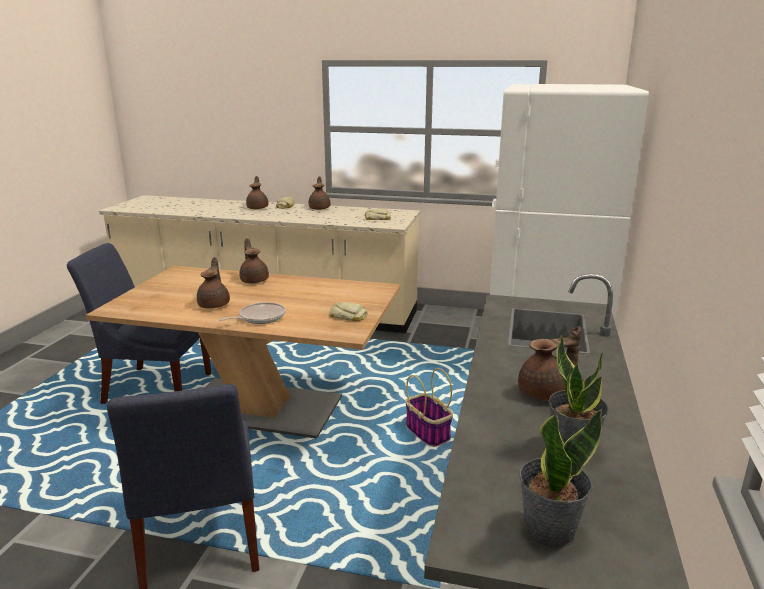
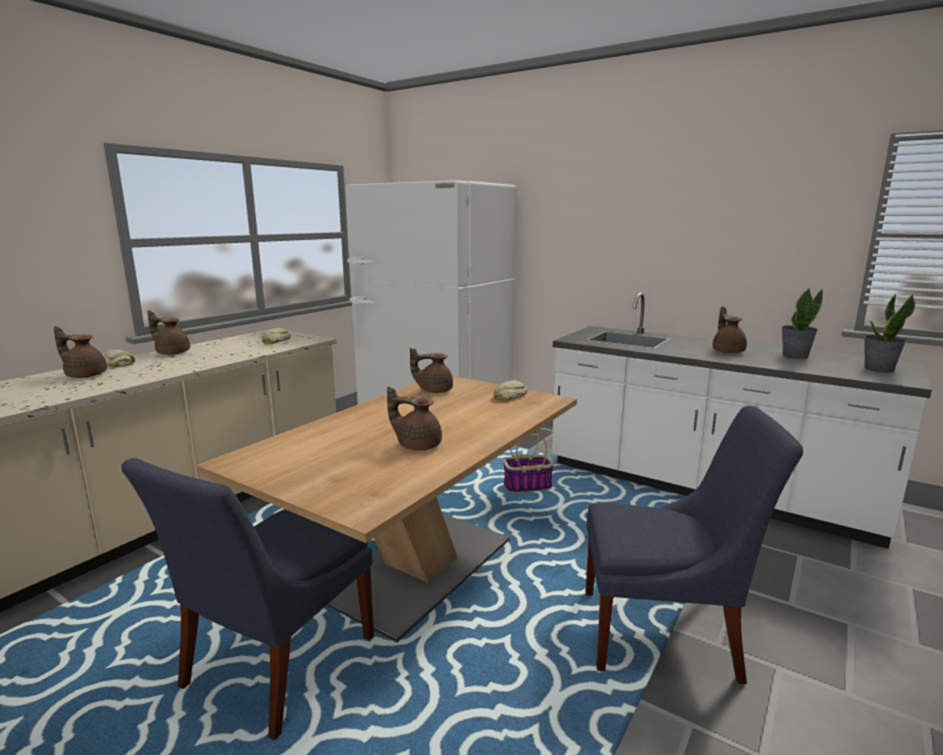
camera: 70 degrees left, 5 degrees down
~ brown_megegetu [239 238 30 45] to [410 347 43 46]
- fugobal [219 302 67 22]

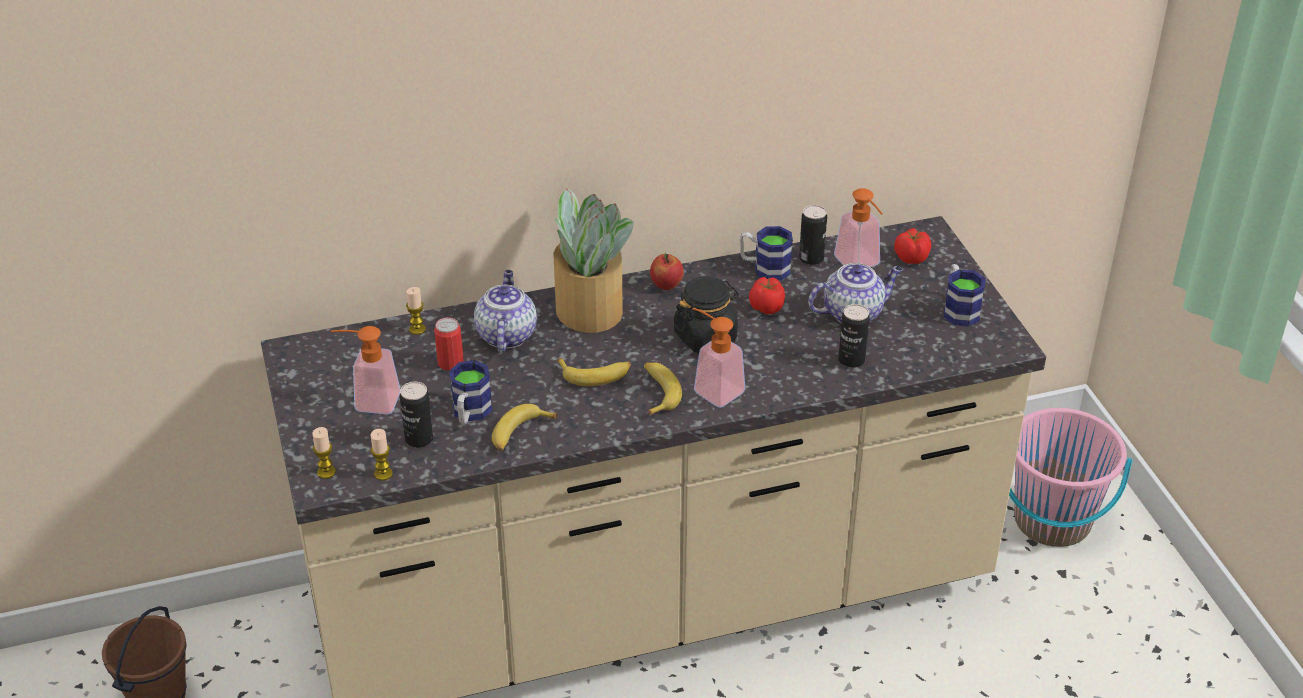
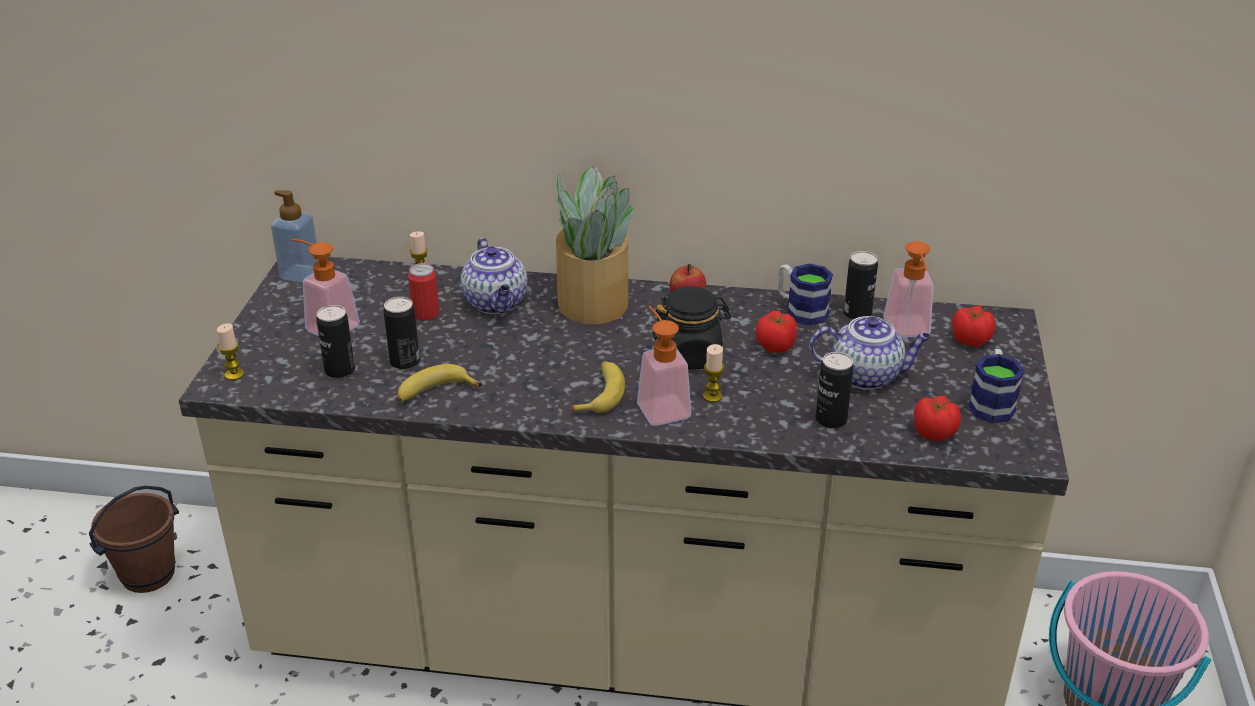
camera: 25 degrees right, 5 degrees down
~ megegetu [474 270 63 82] = [461 238 67 76] 135 degrees clockwise
- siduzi [557 358 74 28]
~ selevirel [449 360 43 65] to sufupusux [384 297 36 72]
~ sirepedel [370 429 23 52] to [703 344 21 59]
+ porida [271 190 48 93]
+ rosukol [914 396 47 45]

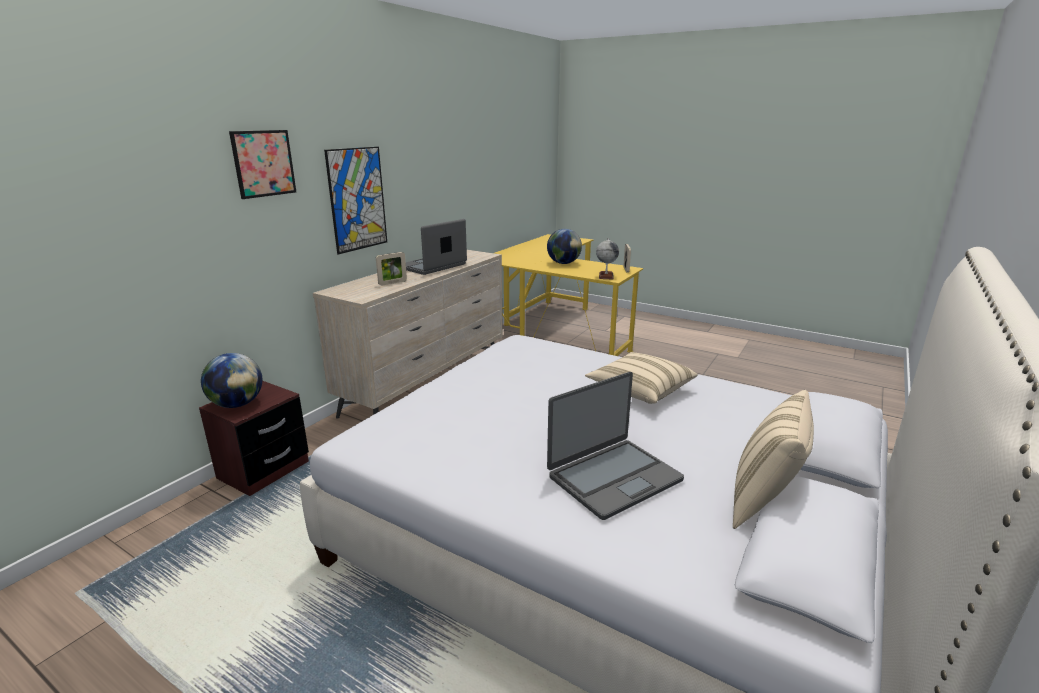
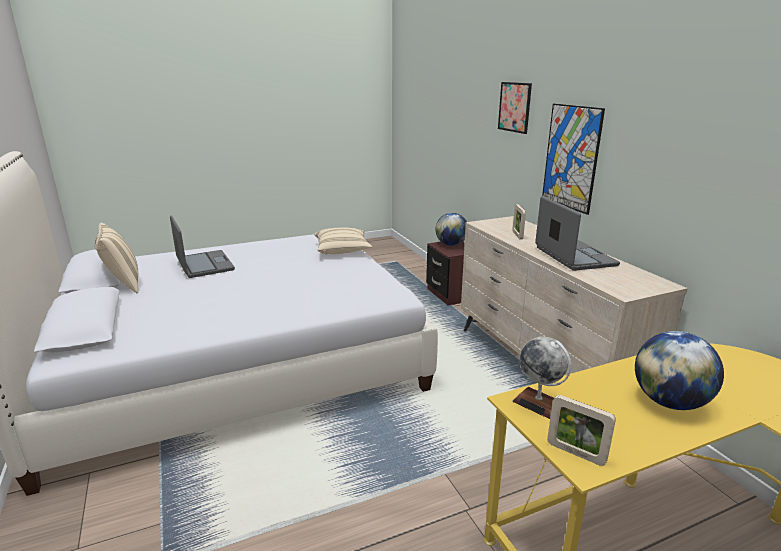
camera: 125 degrees right, 0 degrees up
~ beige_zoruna [585 352 113 52] to [314 228 58 26]
~ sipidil [547 372 137 148] = [170 215 65 63] 150 degrees clockwise

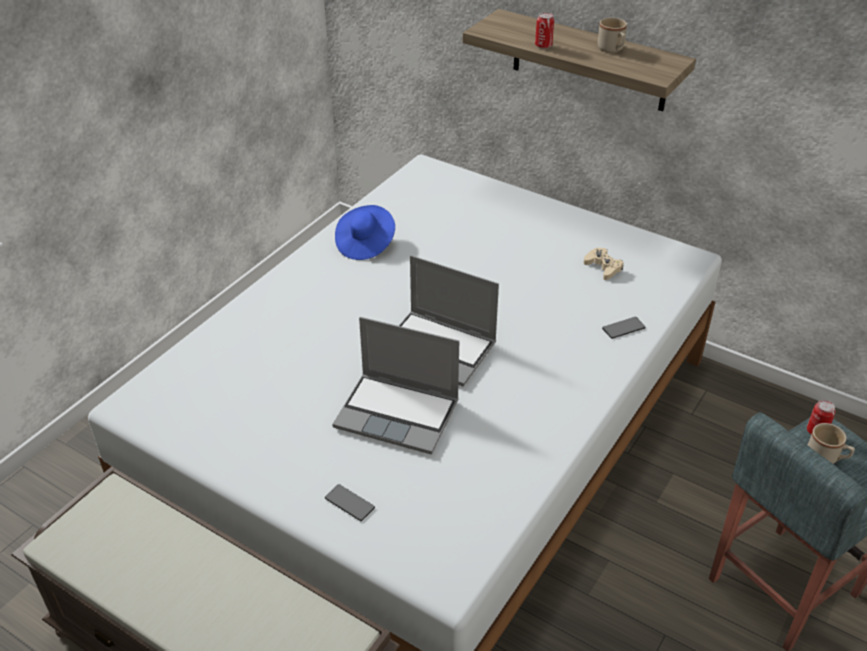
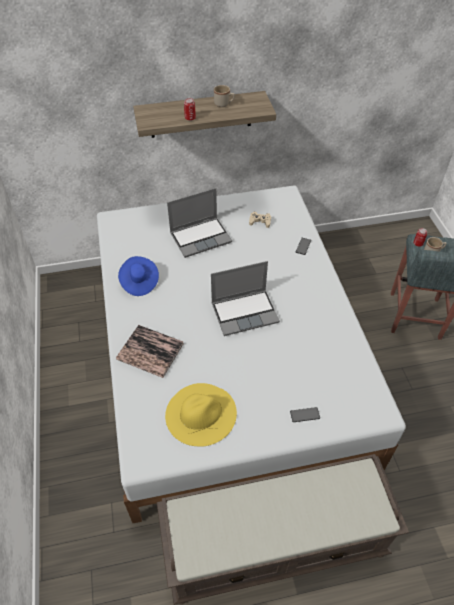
camera: 45 degrees left, 10 degrees up
~ sipidil [332 317 127 138] to [167 188 65 70]
+ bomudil [116 325 67 53]
+ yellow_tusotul [165 383 72 63]

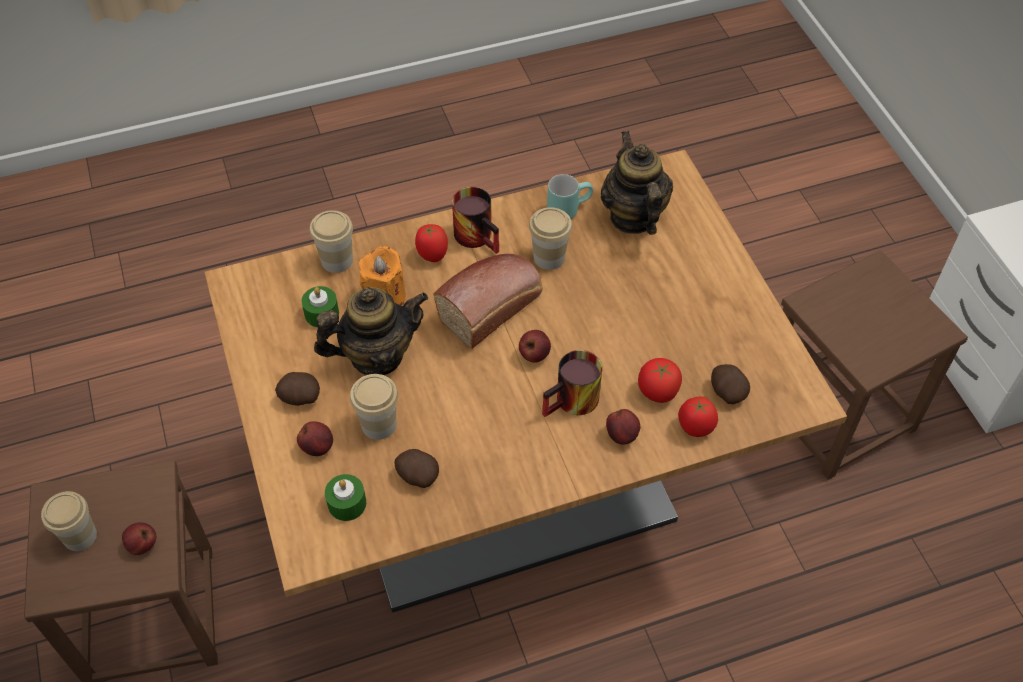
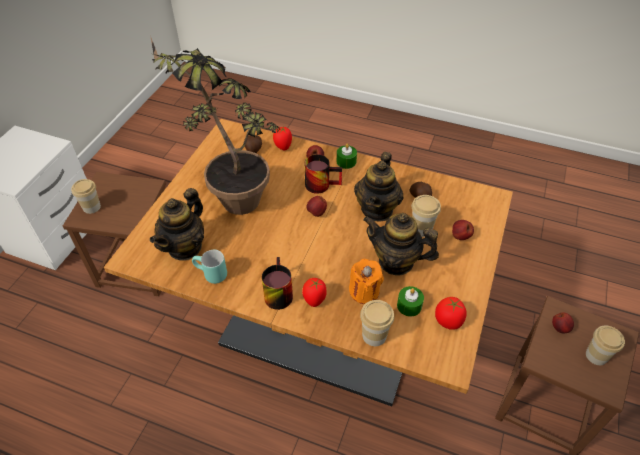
camera: 140 degrees left, 5 degrees down
~ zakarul [529 207 43 63] to [71 179 30 35]
- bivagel [434 254 109 95]
~ rosukol [638 358 44 45] to [435 297 32 33]
- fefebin [275 372 45 34]
~ green_sirepedel [325 474 41 47] to [337 143 20 26]
+ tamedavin [150 35 130 180]
+ megegetu [354 152 50 70]

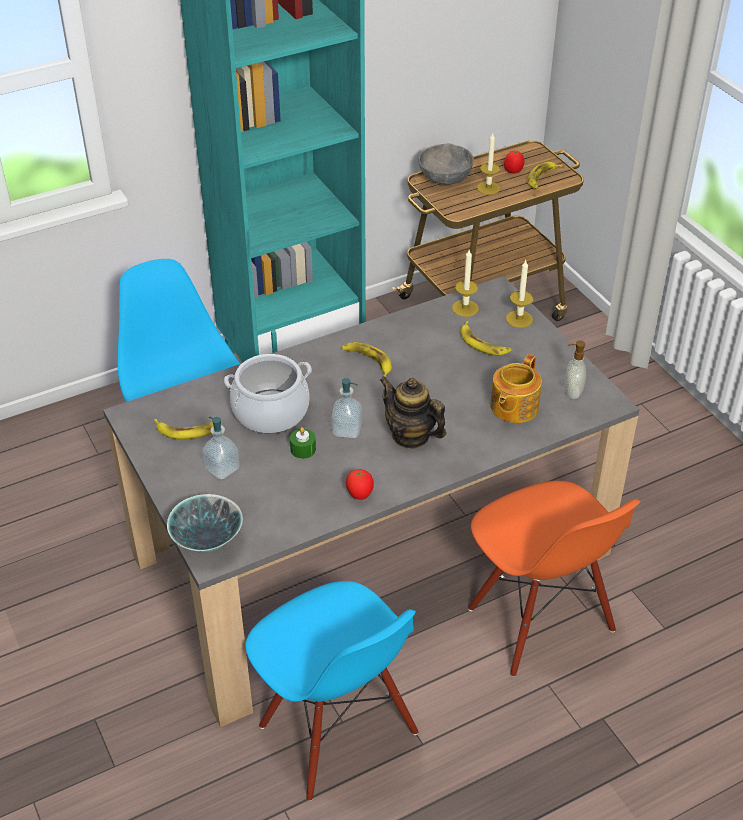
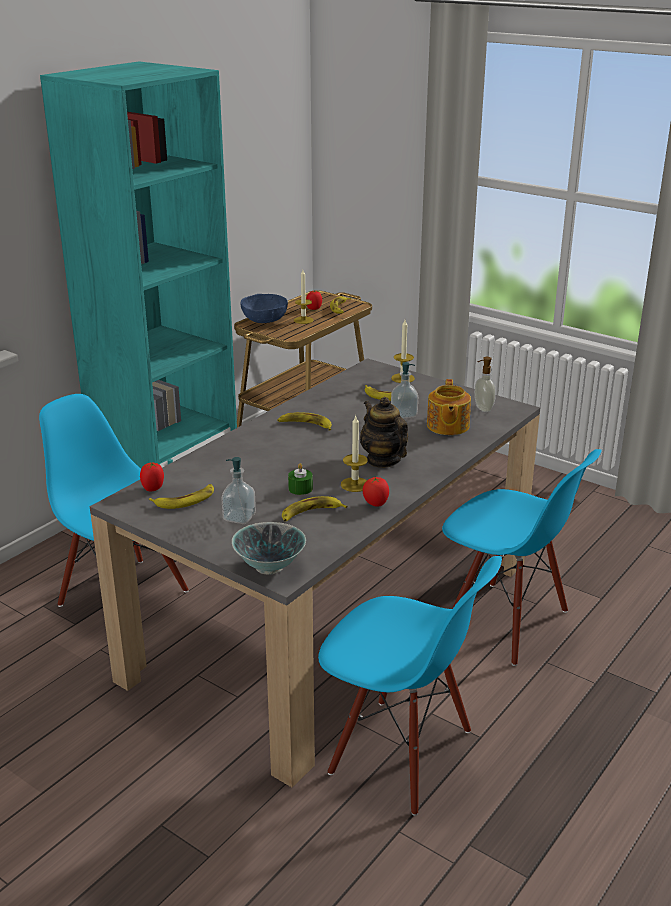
camera: 25 degrees left, 15 degrees down
~ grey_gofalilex [419 143 55 42] to blue_gofalilex [240 294 48 29]
~ sirepedel [452 250 27 67] to [341 416 27 76]
- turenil [224 354 88 80]
~ megegetu [380 377 66 72] = [360 397 48 71] 45 degrees clockwise
~ porida [331 378 31 60] to [391 362 27 57]
~ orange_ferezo [468 481 173 196] to blue_ferezo [442 449 160 217]
+ rosukol [140 462 24 29]
+ siduzi [282 496 65 25]

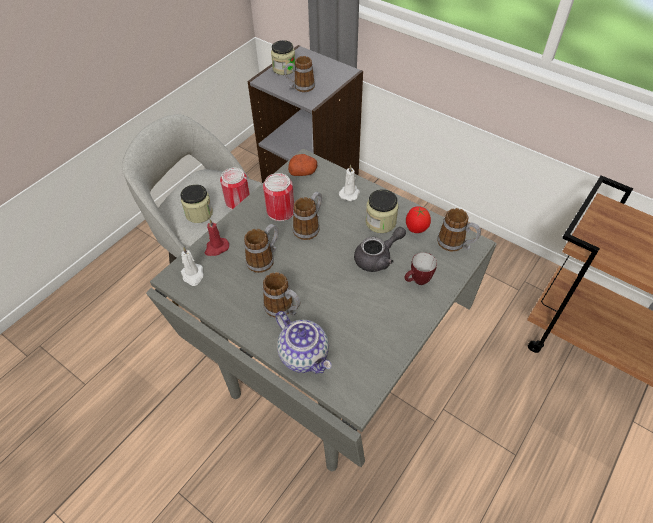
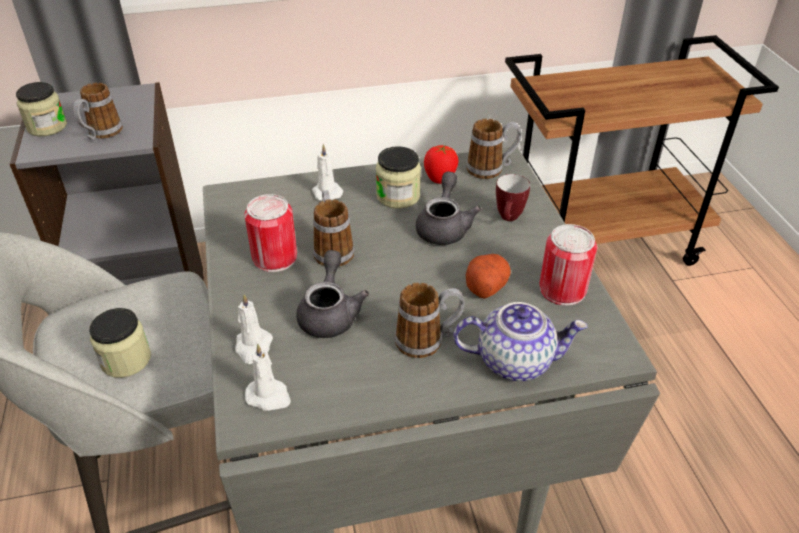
camera: 50 degrees left, 10 degrees down
~ fefebin [288 154 29 22] to [466 254 45 45]
~ sufupusux [220 168 30 42] to [540 224 57 82]
~ red_sirepedel [204 219 25 37] to white_sirepedel [235 294 38 70]
~ selevirel [244 224 35 49] to grey_megegetu [296 250 73 88]

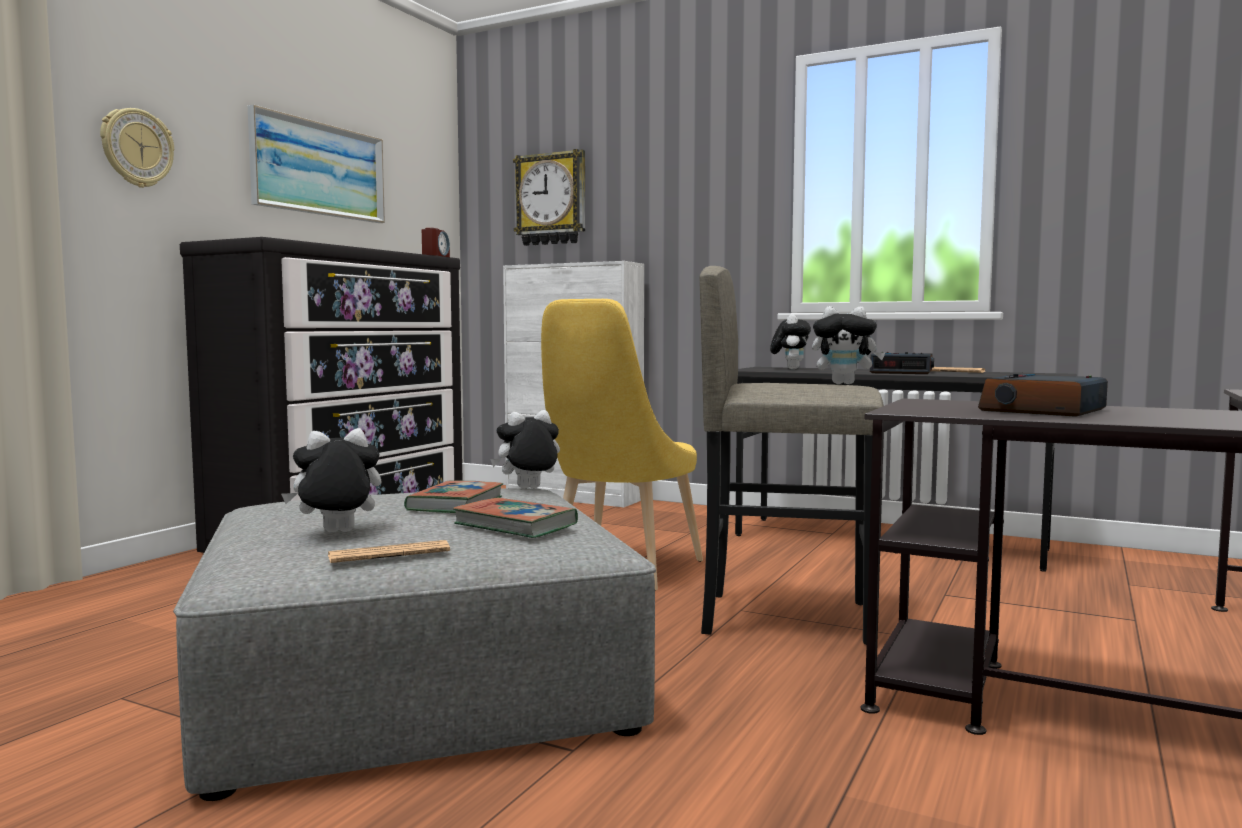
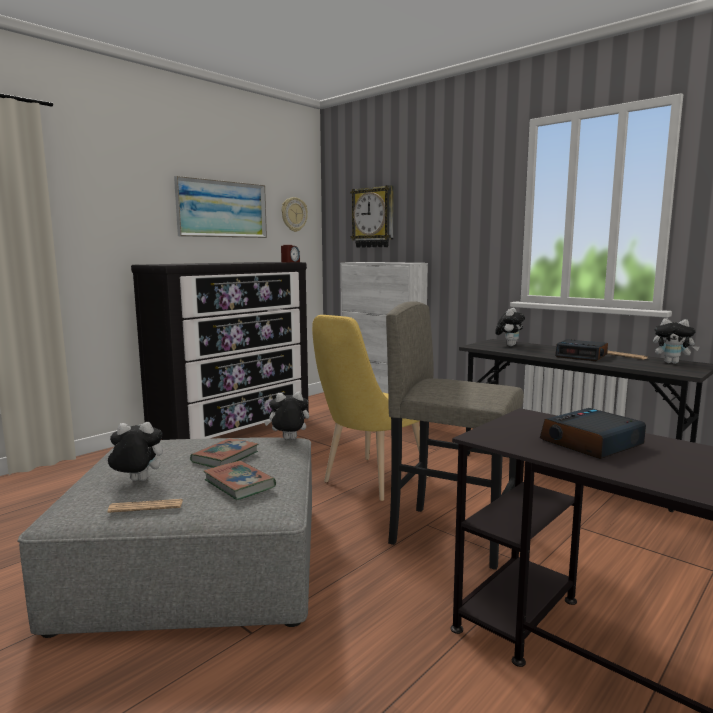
camera: 15 degrees right, 5 degrees up
~ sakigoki [100 108 74 80] to [282 197 26 35]
~ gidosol [812 306 73 78] to [653 318 47 46]

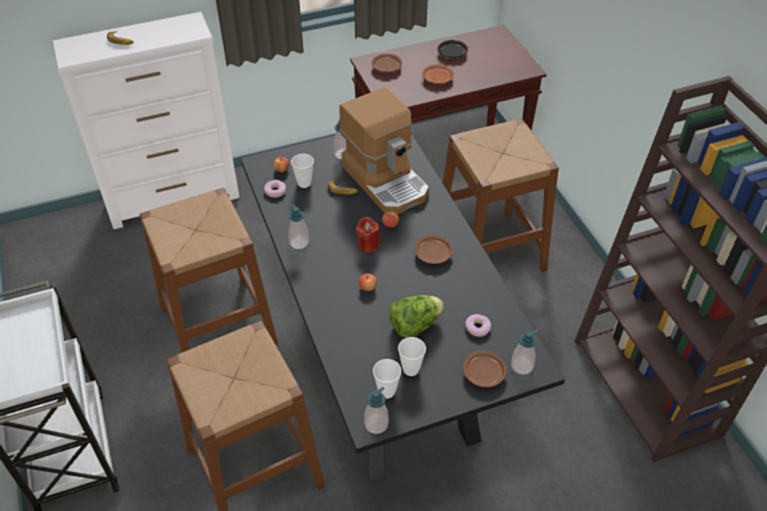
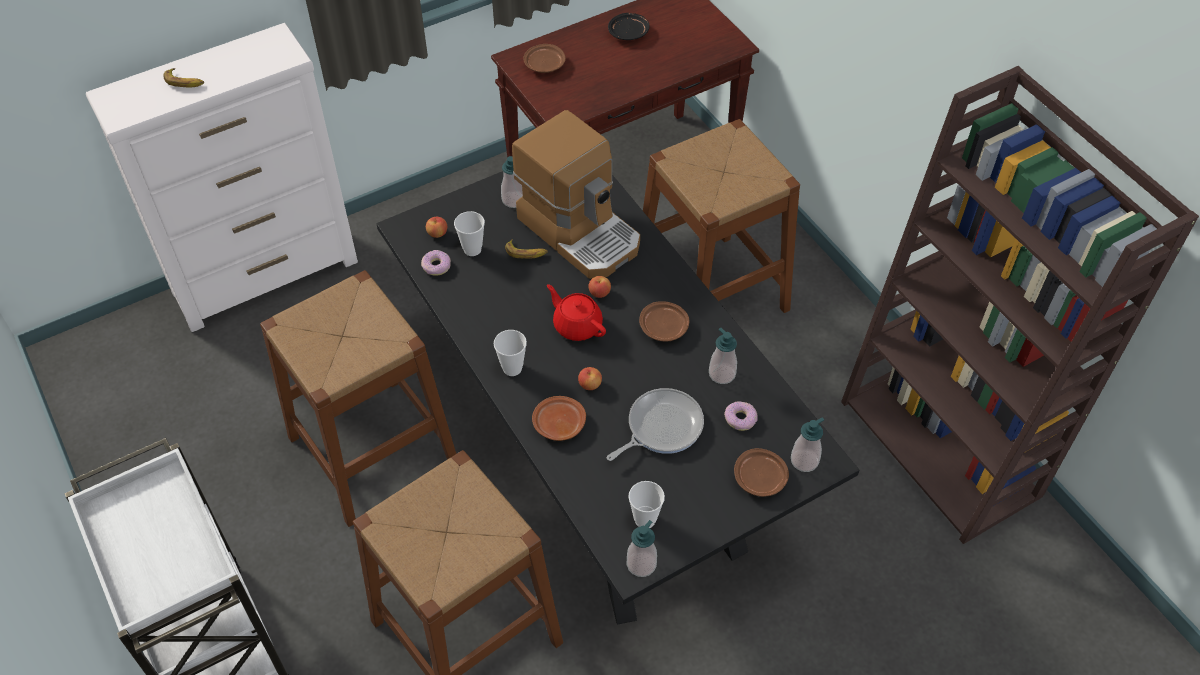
camera: 10 degrees left, 5 degrees up
~ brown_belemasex [422 64 32 20] to [532 396 54 45]
~ porida [288 204 21 45] to [709 328 28 56]
~ red_sirepedel [356 217 24 36] to red_megegetu [547 284 59 57]
~ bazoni [389 295 55 43] to fugobal [607 388 97 73]
~ zakarul [398 337 28 39] to [494 330 33 46]

